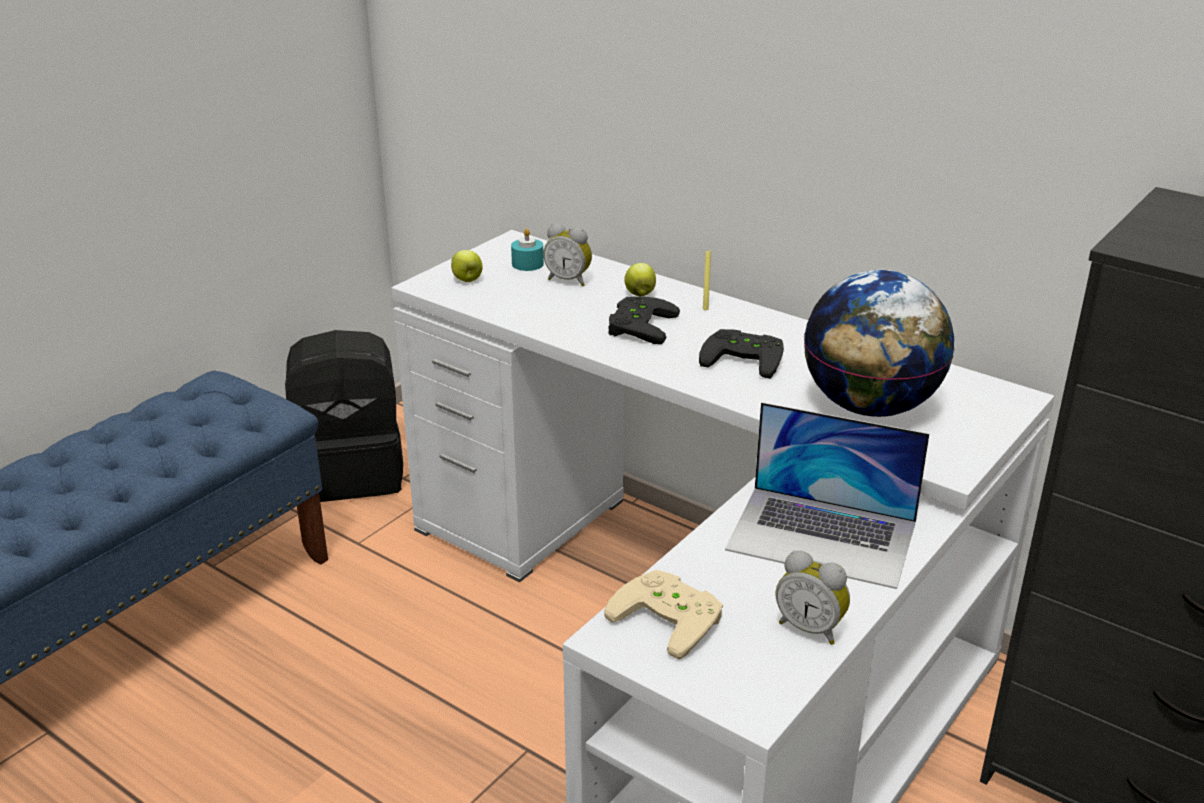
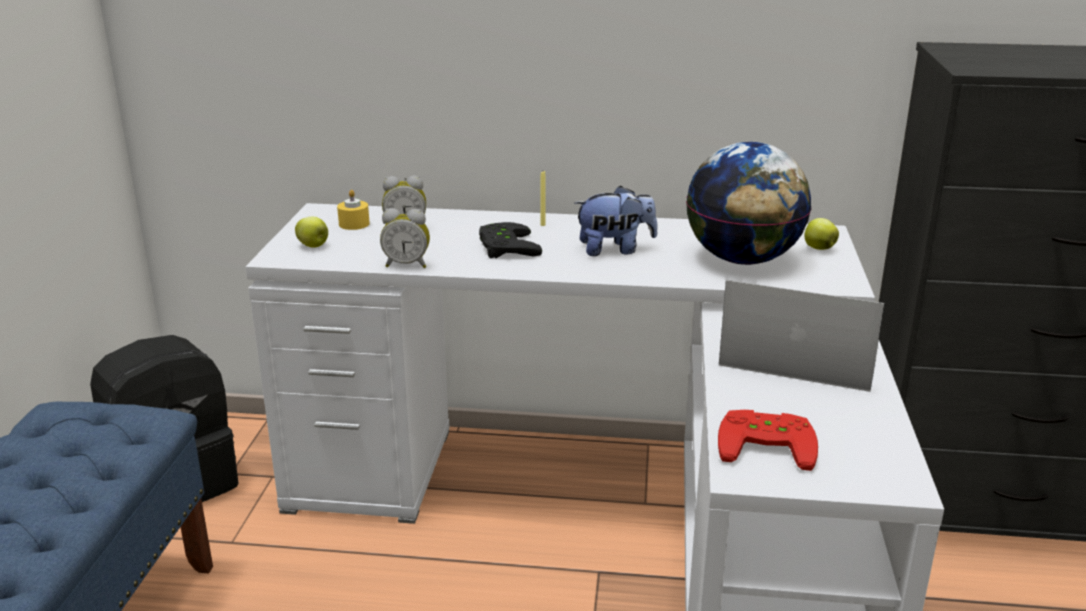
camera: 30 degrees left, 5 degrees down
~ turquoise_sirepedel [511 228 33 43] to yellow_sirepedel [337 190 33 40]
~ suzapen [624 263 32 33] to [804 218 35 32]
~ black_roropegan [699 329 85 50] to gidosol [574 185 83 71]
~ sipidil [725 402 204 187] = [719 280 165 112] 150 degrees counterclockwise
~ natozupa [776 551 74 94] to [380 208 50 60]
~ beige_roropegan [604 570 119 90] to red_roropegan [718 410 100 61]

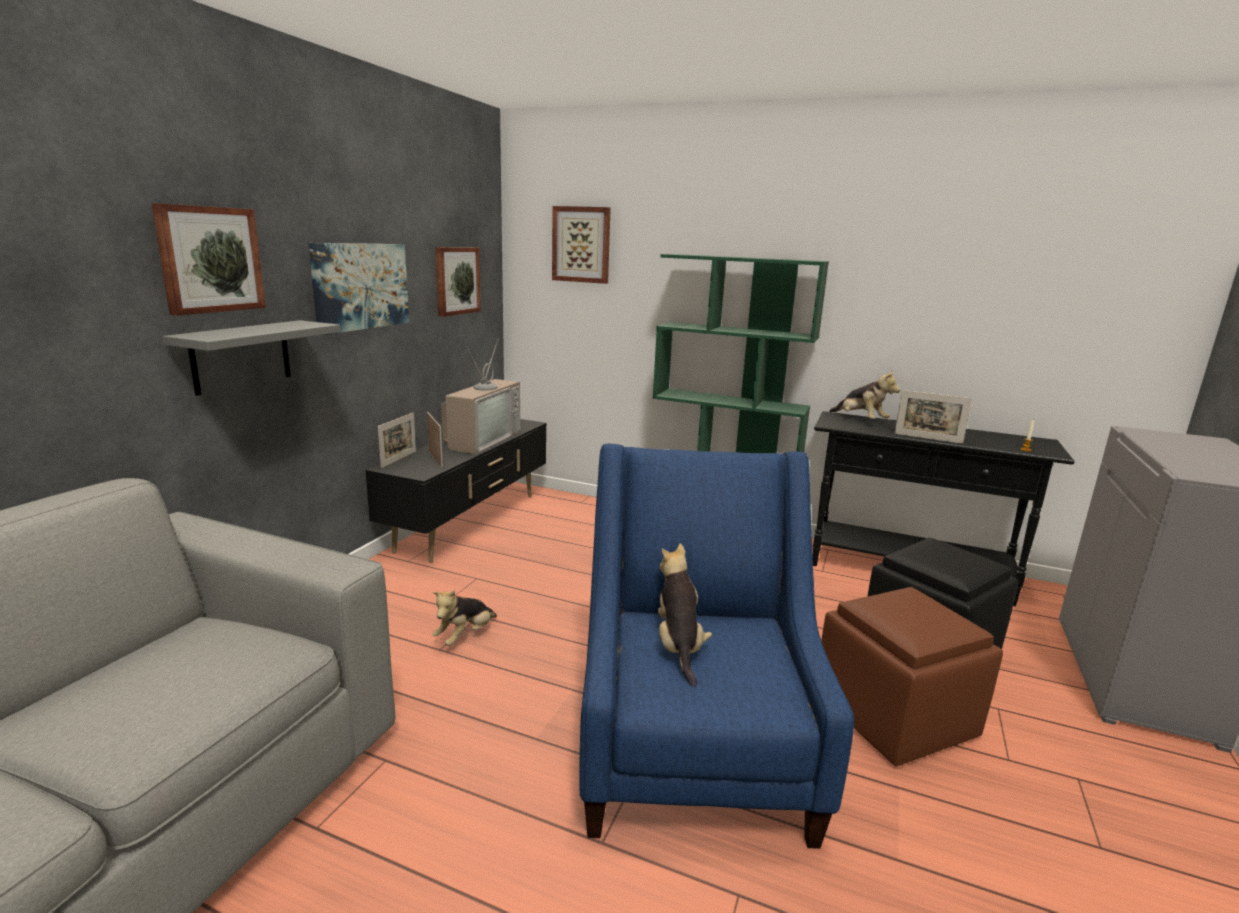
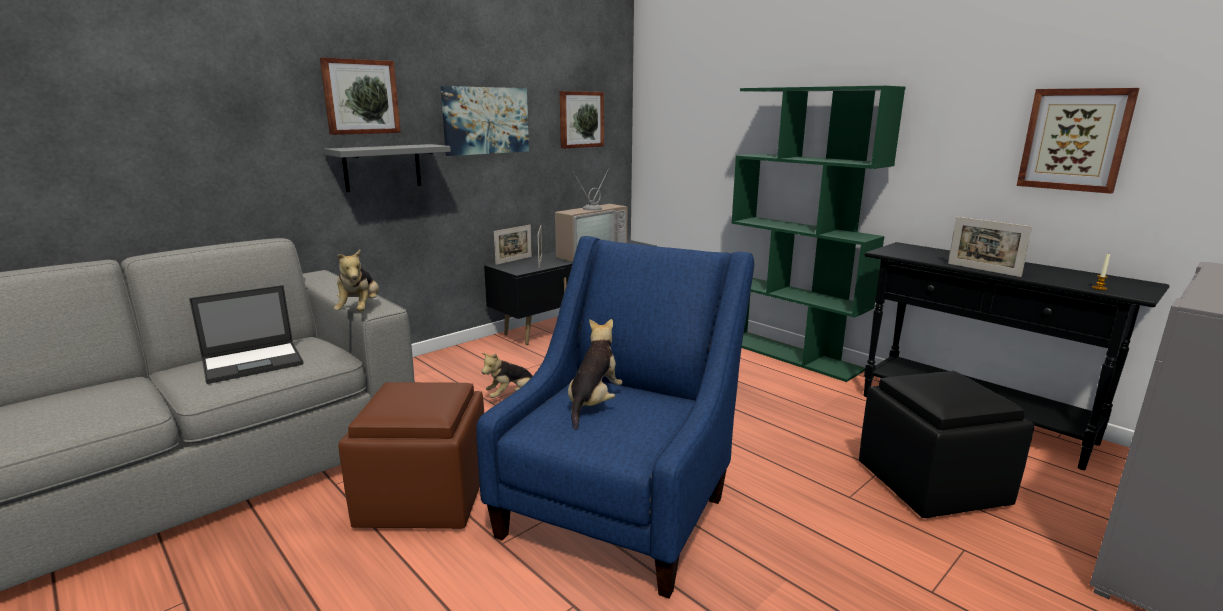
camera: 25 degrees right, 0 degrees up
~ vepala [552 206 59 78] to [1017 88 122 106]
~ gidosol [829 369 71 50] to [334 249 45 62]
~ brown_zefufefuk [821 587 182 179] to [338 382 146 147]
+ sipidil [189 285 115 99]

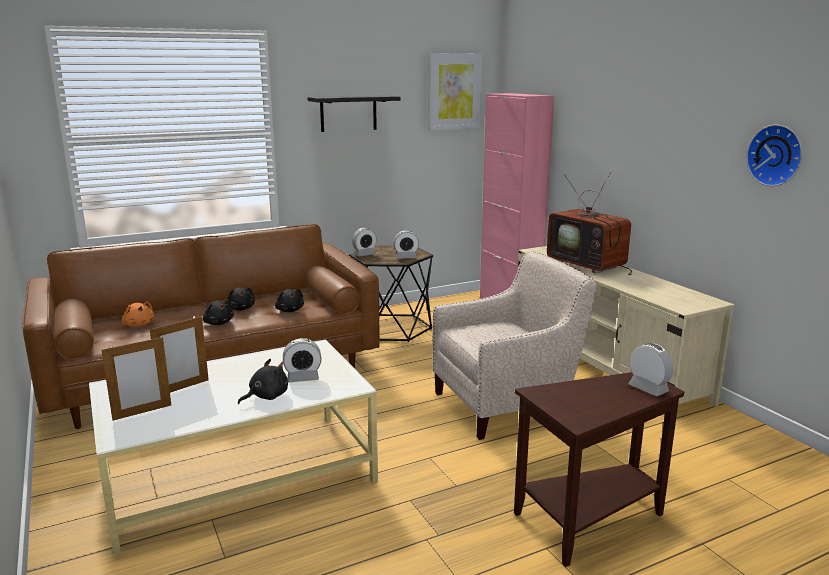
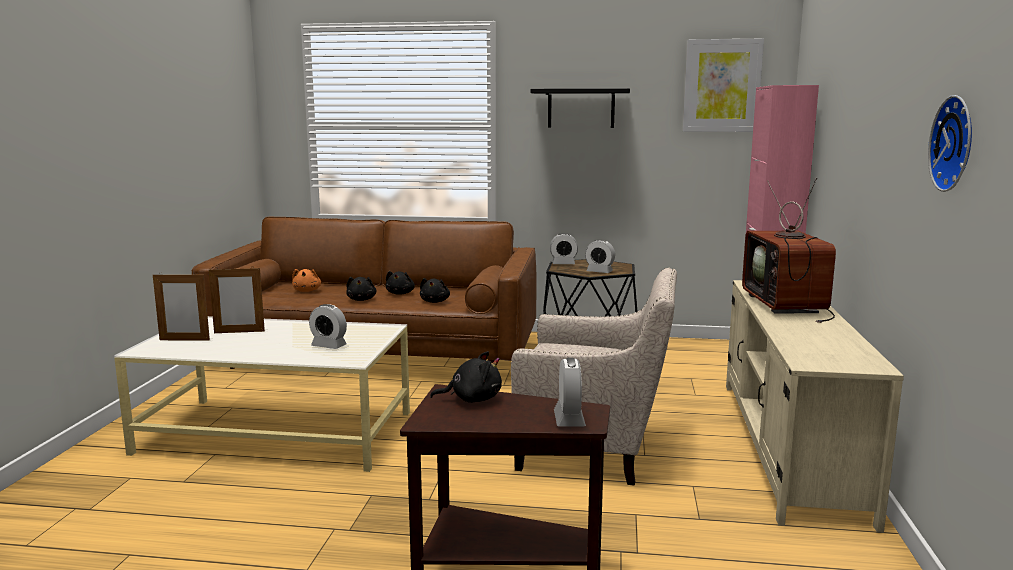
camera: 35 degrees right, 5 degrees down
~ black_gidosol [238 359 50 45] to [430 351 72 52]

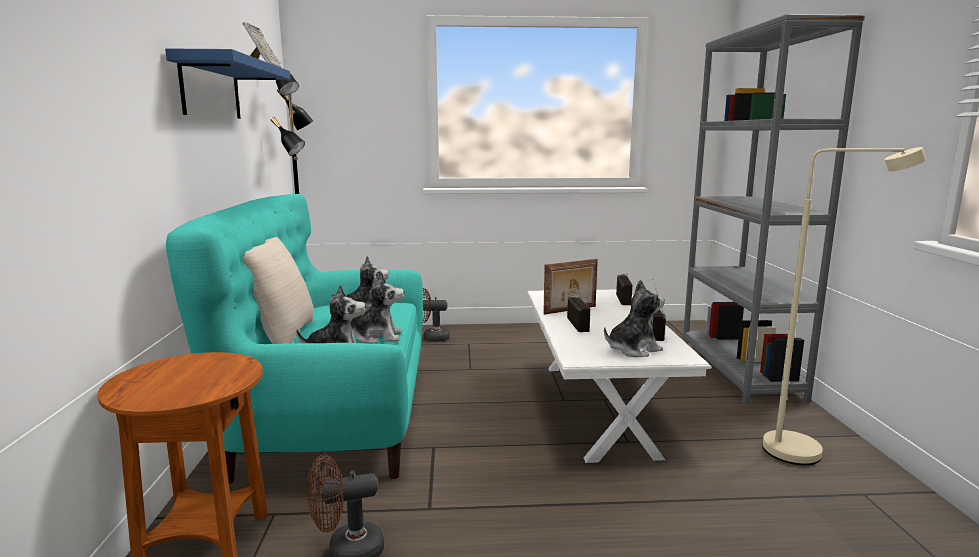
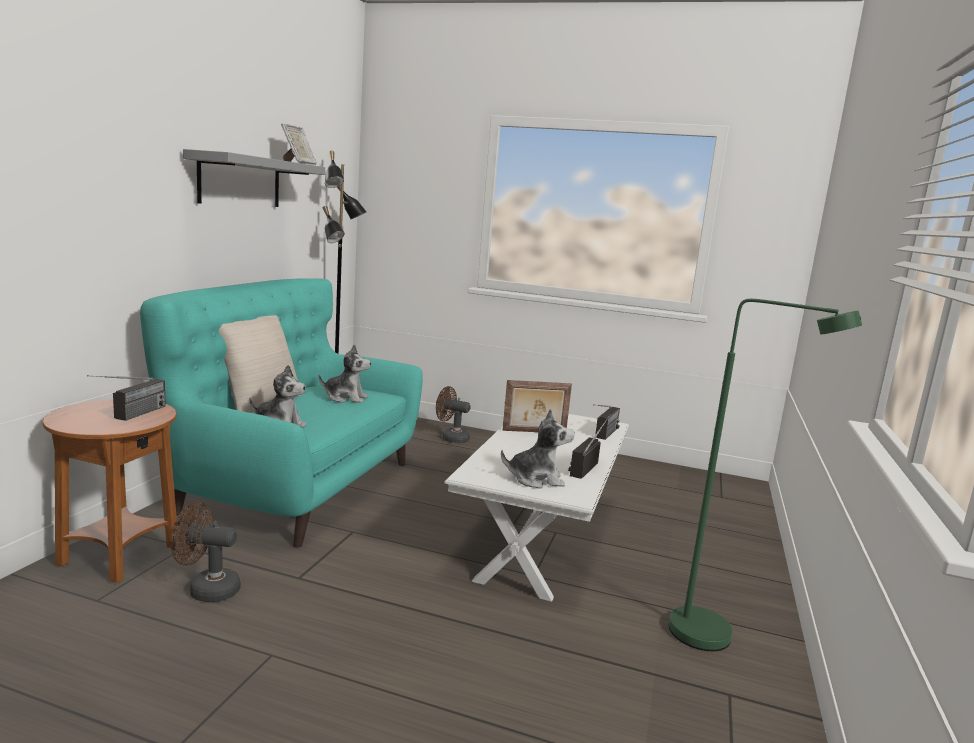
camera: 20 degrees right, 0 degrees up
- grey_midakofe [683 14 182 390]
~ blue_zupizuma [165 48 125 71] to grey_zupizuma [183 149 142 58]
~ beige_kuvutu [763 147 164 318] to green_kuvutu [669 299 193 352]
- gidosol [350 272 54 72]
~ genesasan [567 296 23 36] to [87 375 79 46]

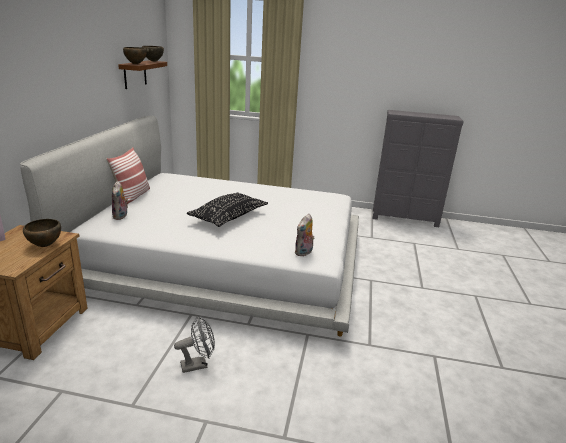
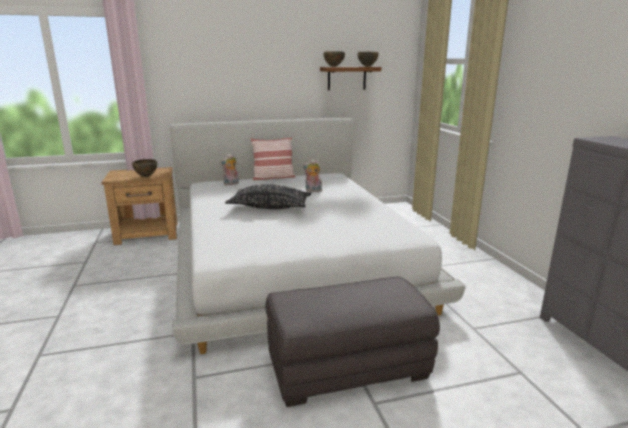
camera: 65 degrees right, 5 degrees down
~ gidosol [294 214 20 42] to [303 159 19 33]
- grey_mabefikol [174 316 41 57]
+ grey_zefufefuk [266 276 174 131]

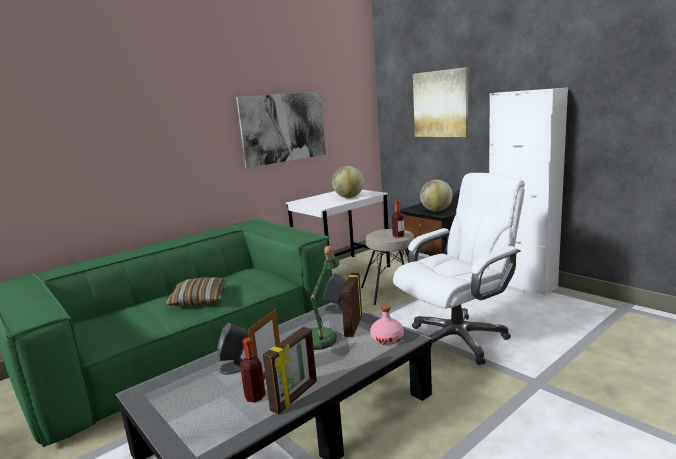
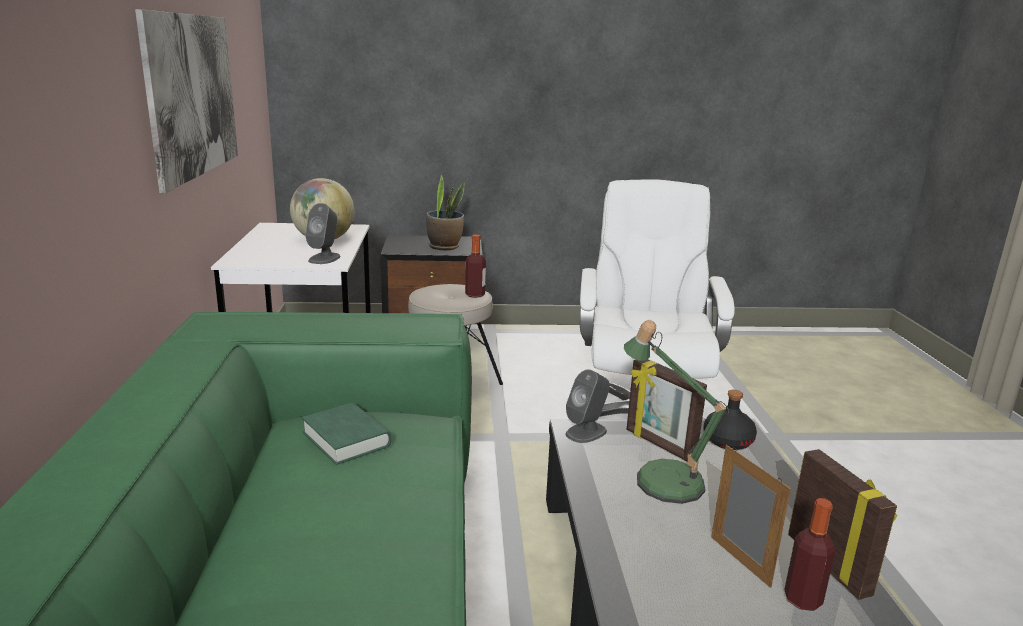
camera: 55 degrees left, 5 degrees up
- vepala [413 67 55 70]
- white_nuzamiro [489 88 79 208]
~ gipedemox [420 180 33 32] to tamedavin [427 175 37 75]
- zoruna [165 277 62 29]
~ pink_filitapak [370 305 34 40] to black_filitapak [703 389 54 61]
~ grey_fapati [217 323 31 52] to [305 203 36 61]
+ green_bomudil [302 403 89 62]

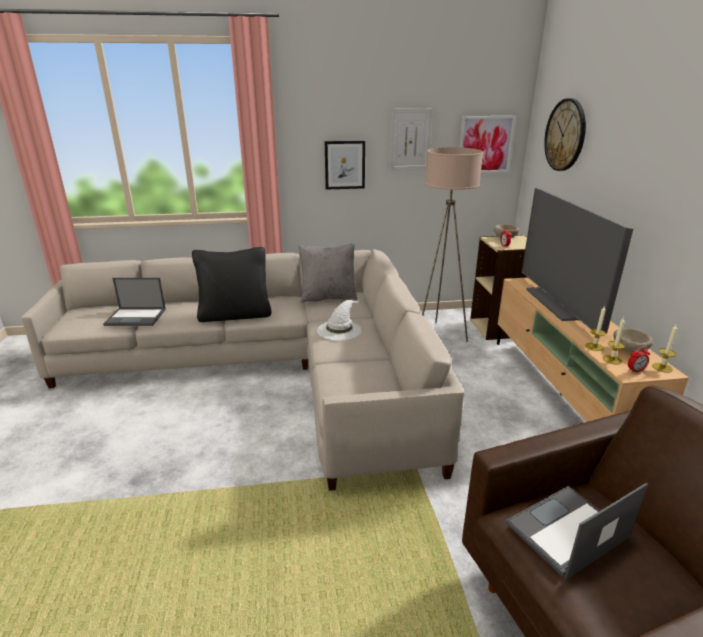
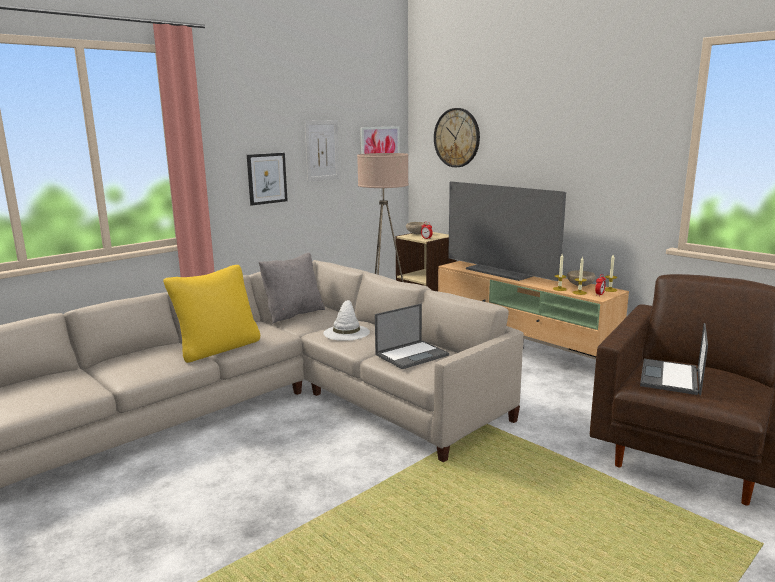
camera: 35 degrees left, 10 degrees down
~ black_zoruna [192 247 79 75] to yellow_zoruna [163 265 97 98]
~ sipidil [103 278 63 48] to [375 304 74 65]

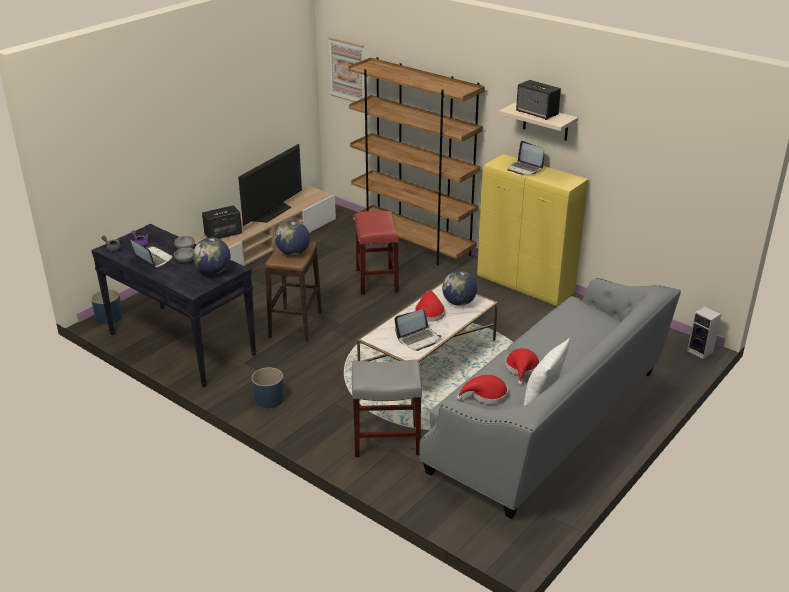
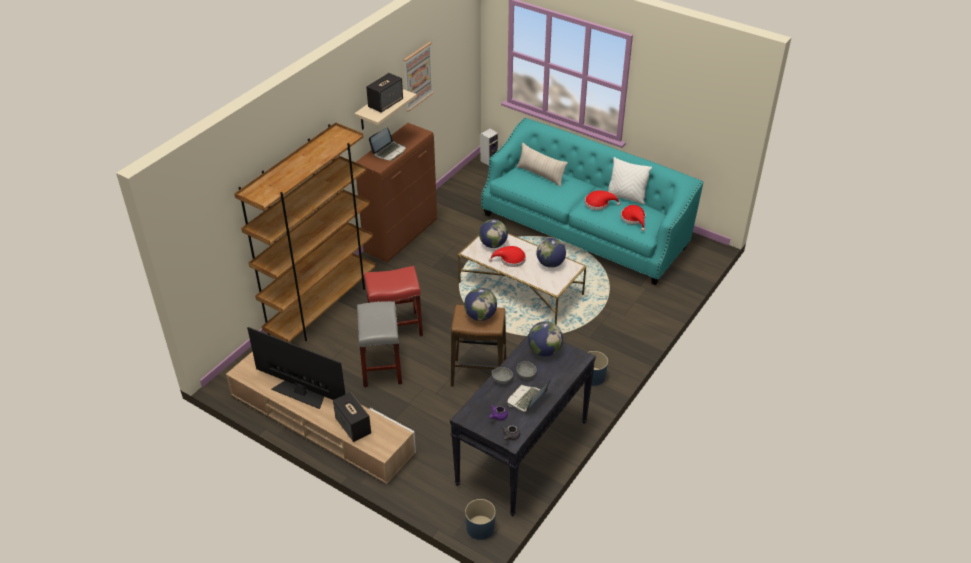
camera: 95 degrees left, 10 degrees up
~ vepala [329 38 35 64] to [403 42 31 70]
~ yellow_nuzamiro [477 154 111 152] to brown_nuzamiro [356 123 81 140]
~ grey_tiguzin [419 278 262 241] to turquoise_tiguzin [481 118 222 167]
~ sipidil [395 309 46 42] to gipedemox [536 238 30 30]
~ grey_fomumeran [352 359 70 98] to [357 301 45 87]
+ beige_zoruna [516 143 52 44]

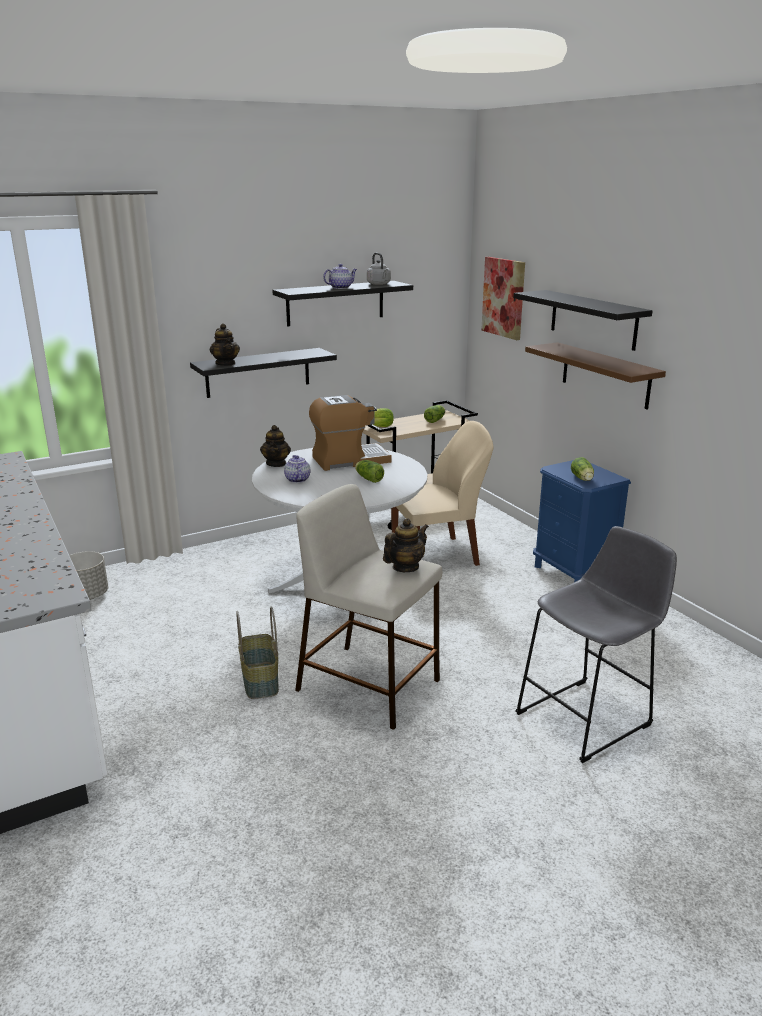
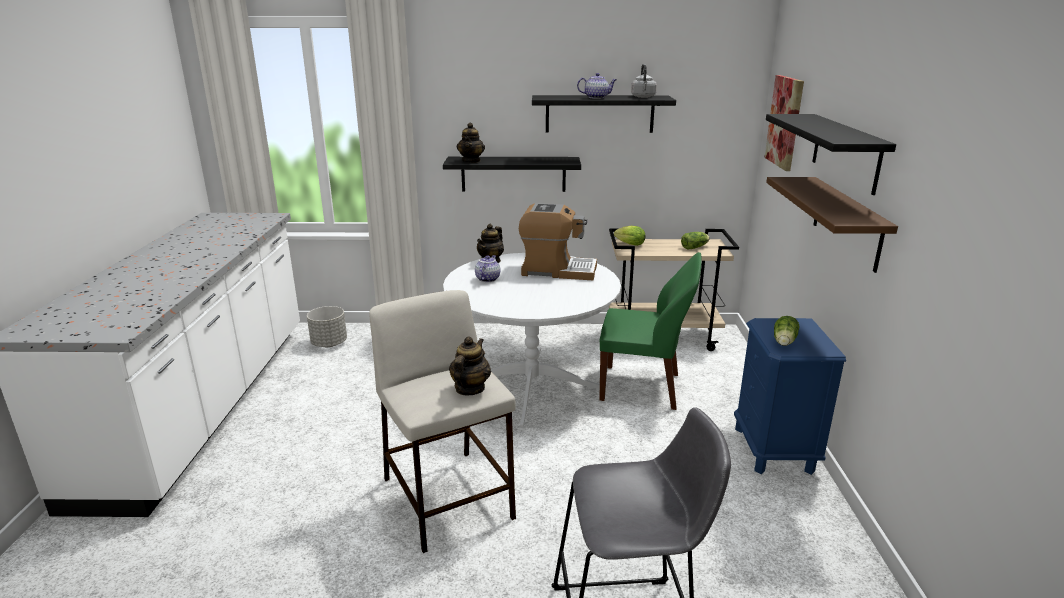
camera: 30 degrees right, 0 degrees up
~ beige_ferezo [391 421 102 145] to green_ferezo [599 252 103 158]
- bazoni [355 460 29 23]
~ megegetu [383 518 46 54] = [449 337 42 59] 60 degrees counterclockwise
- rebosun [236 607 43 92]

